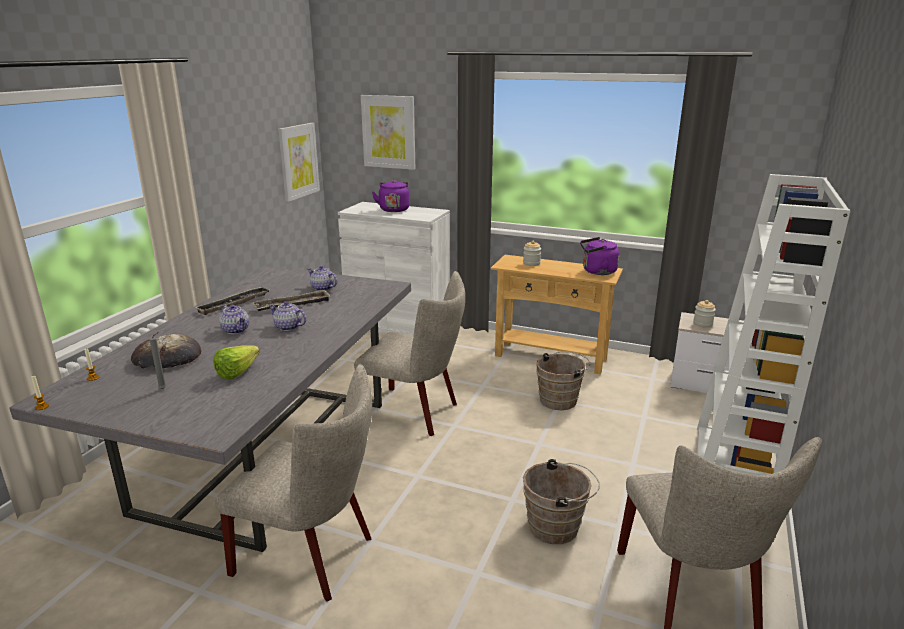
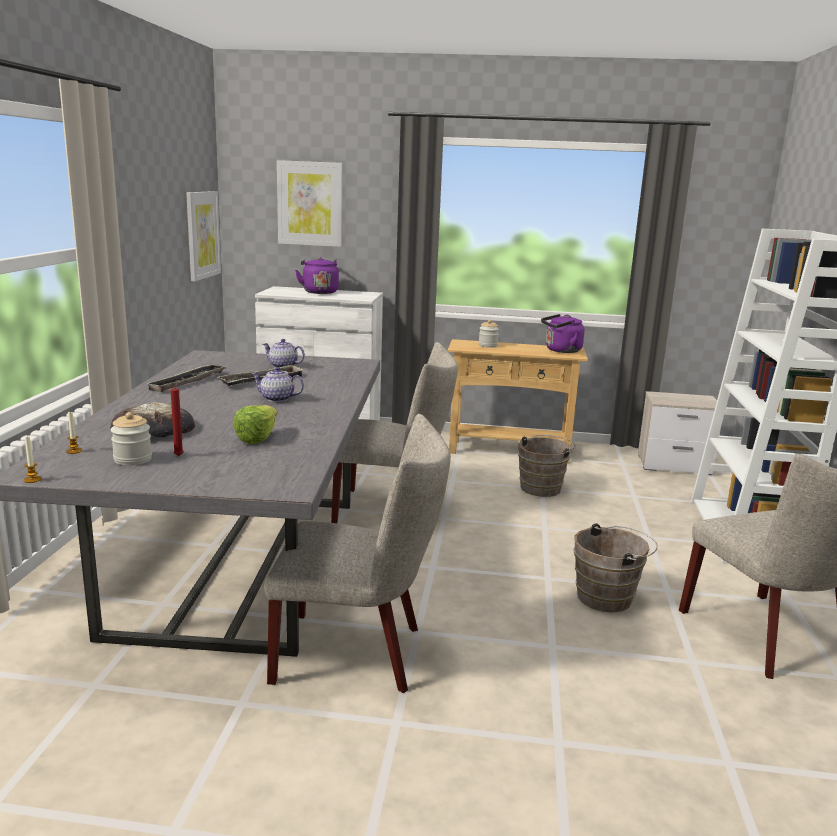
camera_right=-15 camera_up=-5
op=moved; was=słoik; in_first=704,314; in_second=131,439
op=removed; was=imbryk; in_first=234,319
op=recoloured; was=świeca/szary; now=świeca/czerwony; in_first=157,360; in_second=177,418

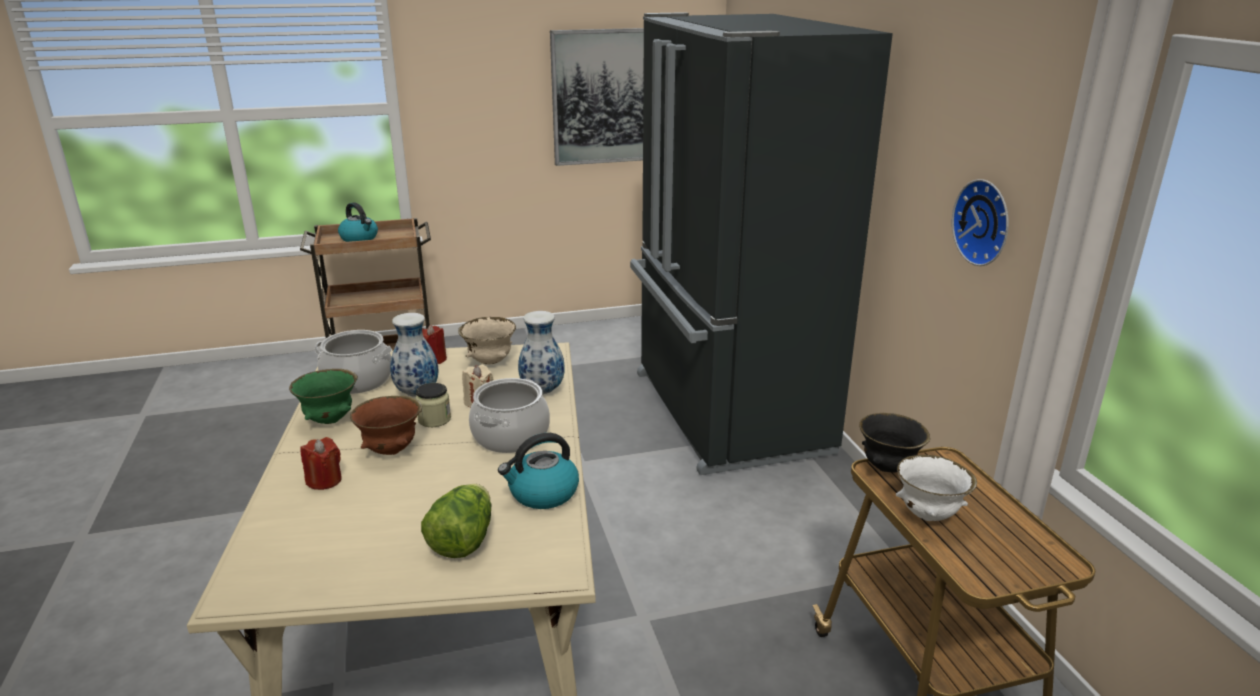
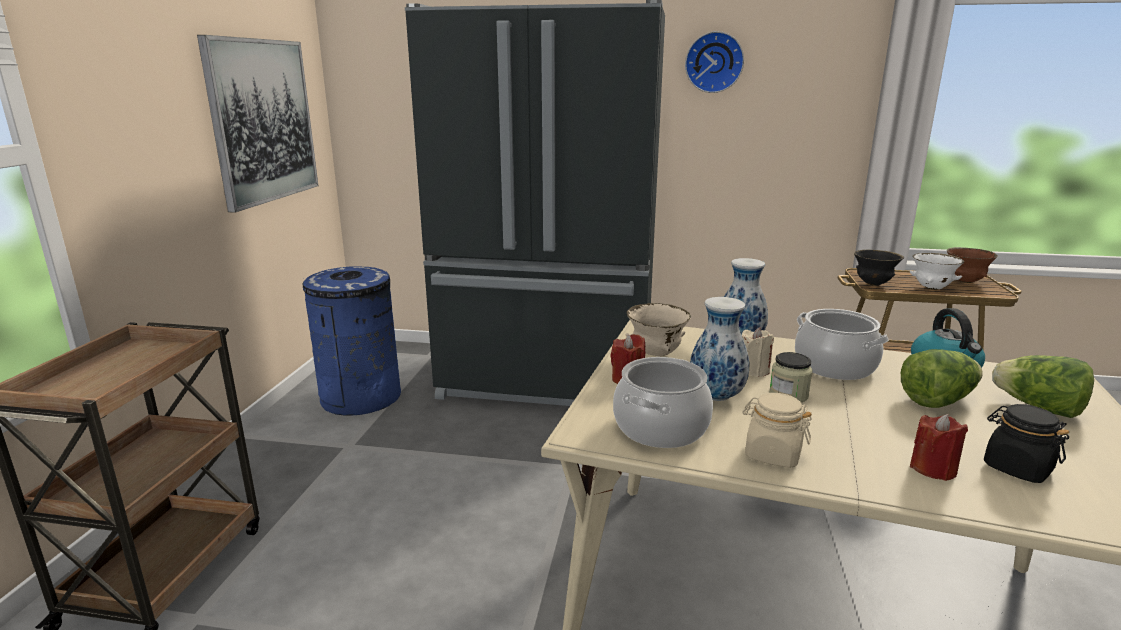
camera_right=-65 camera_up=-5
op=moved; was=zegar ścienny; in_first=980,222; in_second=714,62
op=removed; was=czajnik; in_first=358,222
op=replaced; was=miska/zielony; now=słoik/beżowy; in_first=323,396; in_second=777,430
op=moved; was=miska/brązowy; in_first=386,425; in_second=972,265
op=added; now=kosz na śmieci/niebieski; in_second=352,341
op=added; now=sałata; in_second=942,378
op=added; now=słoik/czarny; in_second=1026,443

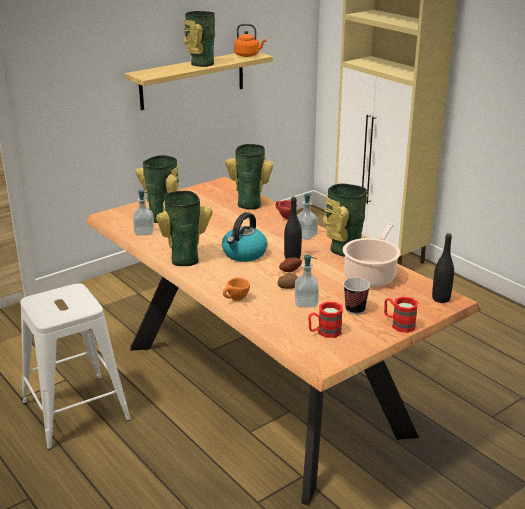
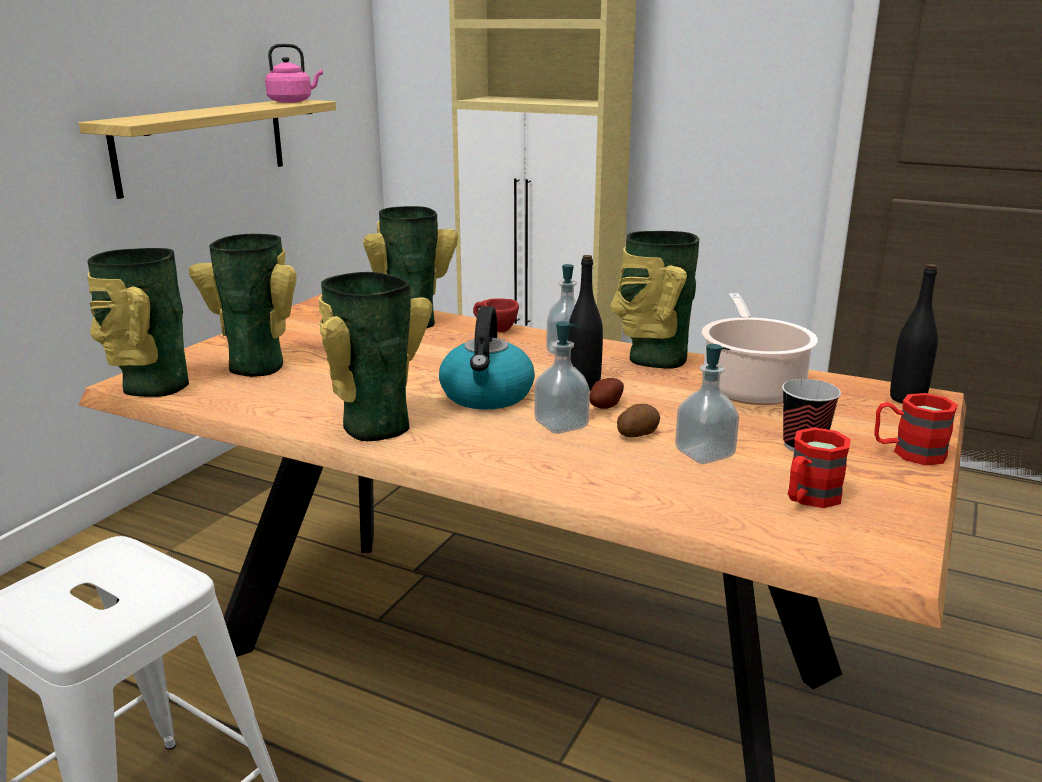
camera_right=-25 camera_up=-5
op=moved; was=wazon; in_first=199,39; in_second=138,322
op=recoloured; was=czajnik/pomarańczowy; now=czajnik/różowy; in_first=250,40; in_second=294,73
op=moved; was=dozownik mydła; in_first=143,213; in_second=562,378
op=removed; was=filiżanka/pomarańczowy; in_first=236,289

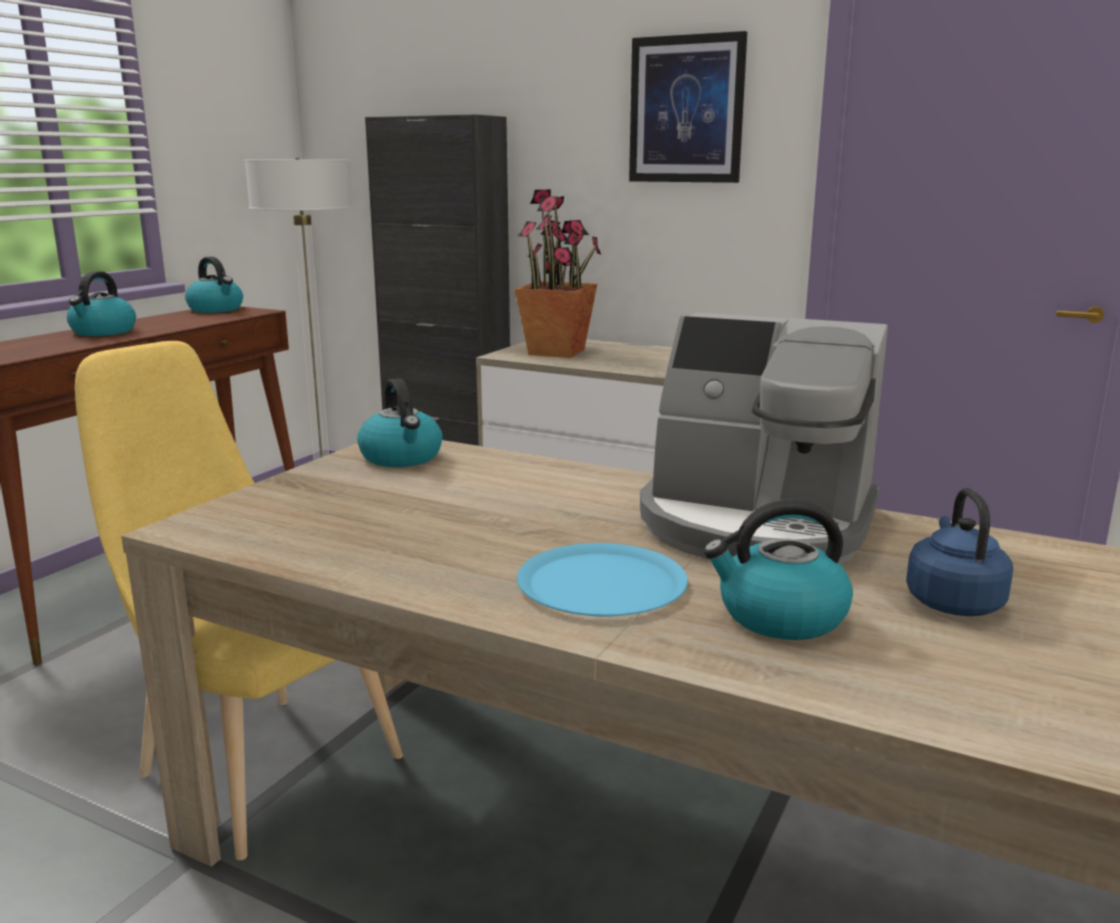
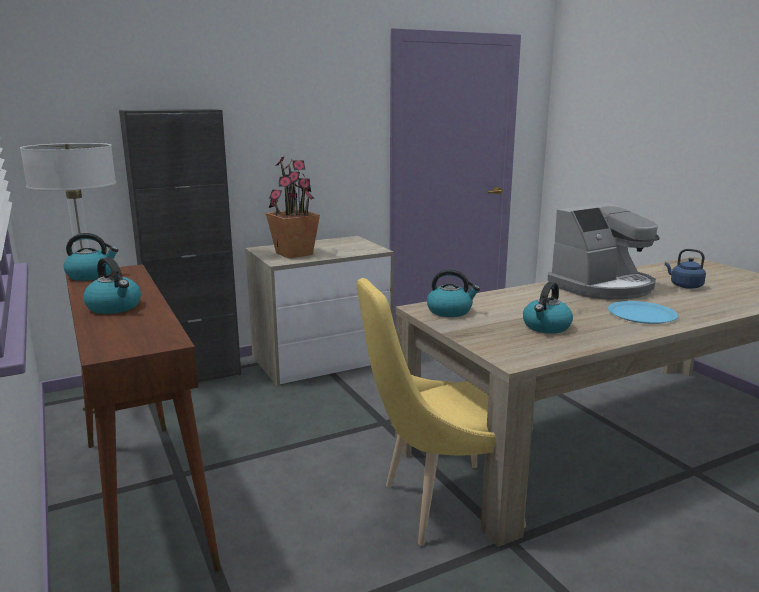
camera_right=-55 camera_up=0
op=removed; was=obraz; in_first=688,107
op=moved; was=czajnik; in_first=778,570; in_second=548,308

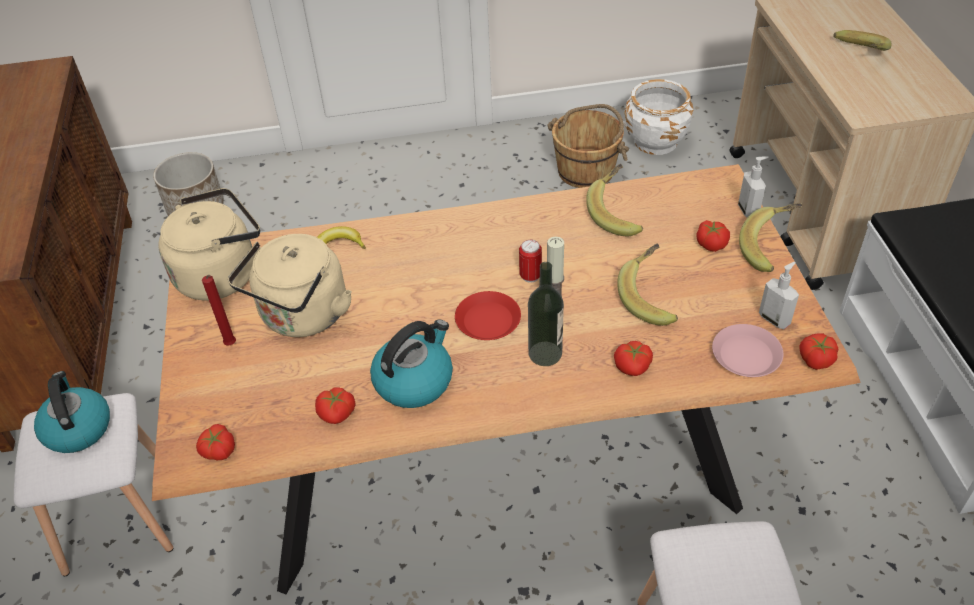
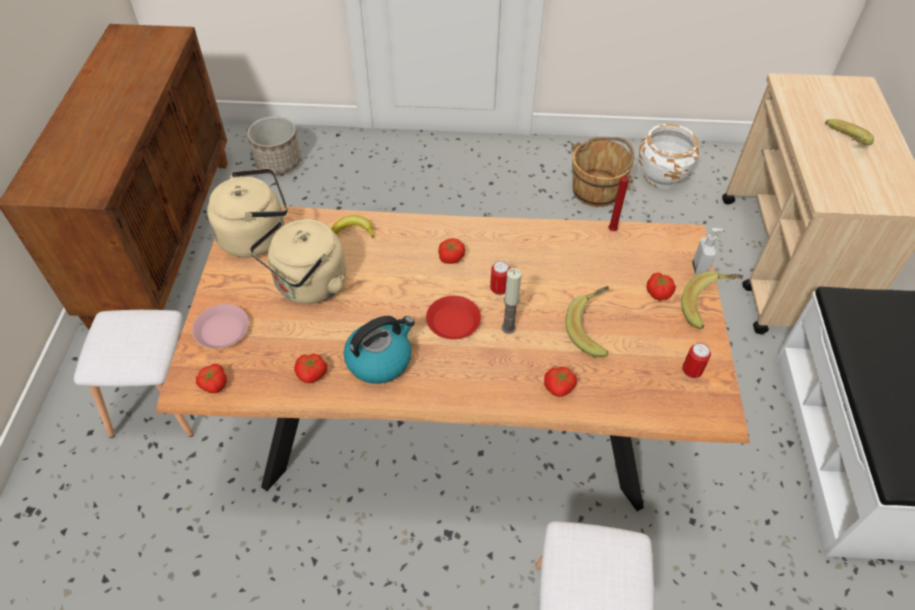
camera_right=10 camera_up=5
op=removed; was=banan; in_first=614,200
op=removed; was=butelka; in_first=546,314
op=replaced; was=dozownik mydła; now=puszka; in_first=779,295; in_second=696,360
op=moved; was=świeca/czerwony; in_first=219,310; in_second=620,203
op=moved; was=talerz/różowy; in_first=748,350; in_second=220,326
op=moved; was=pomidor; in_first=818,351; in_second=451,251
op=removed; was=czajnik; in_first=72,412

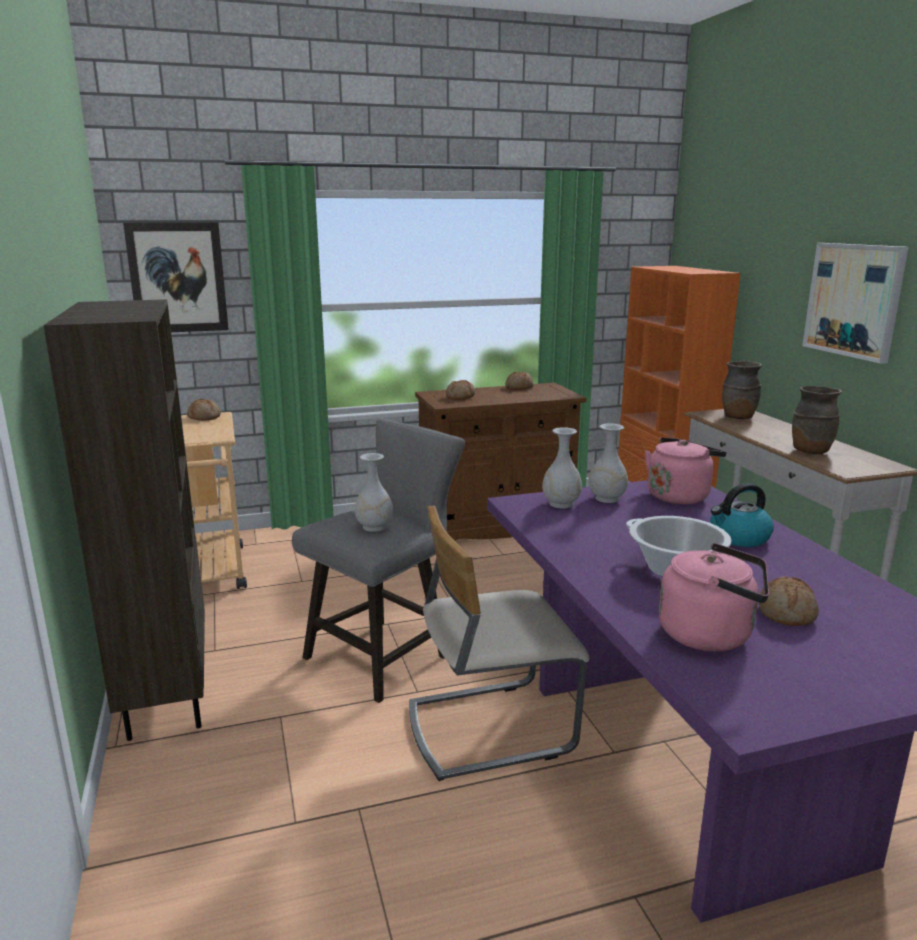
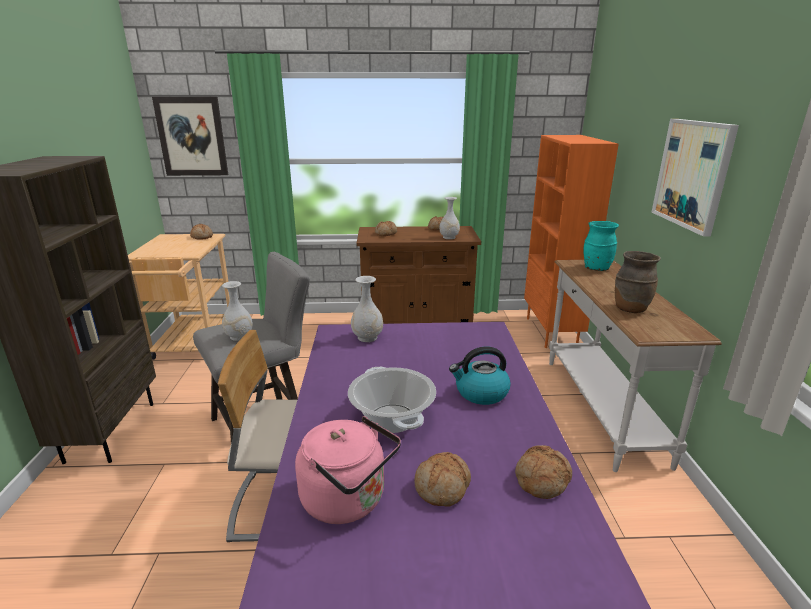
camera_right=15 camera_up=5
op=recoloured; was=wazon/brązowy; now=wazon/turkusowy; in_first=742,390; in_second=601,246
op=moved; was=wazon/biały; in_first=608,463; in_second=449,218
op=removed; was=czajnik/różowy; in_first=685,470
op=added; now=chleb; in_second=543,472

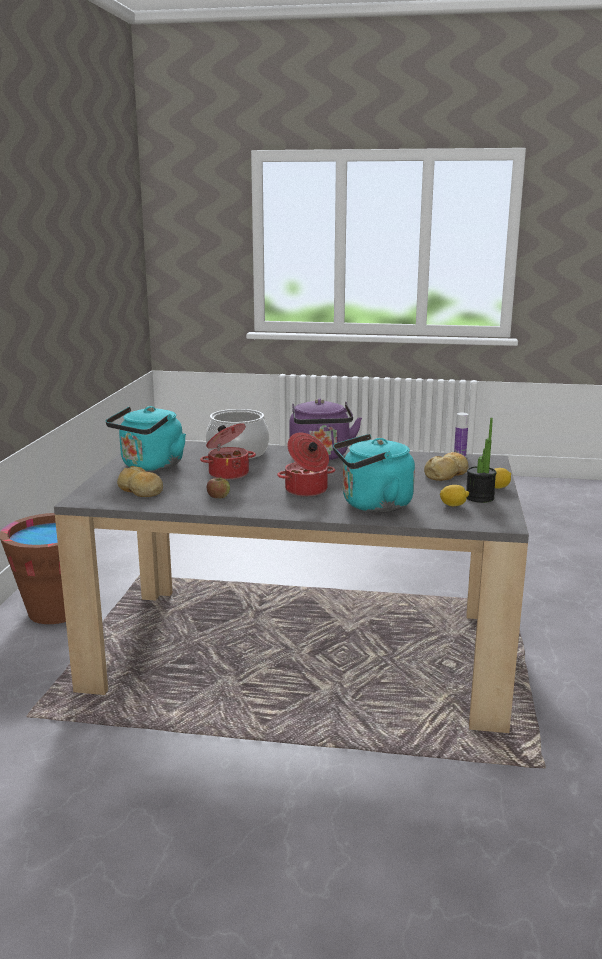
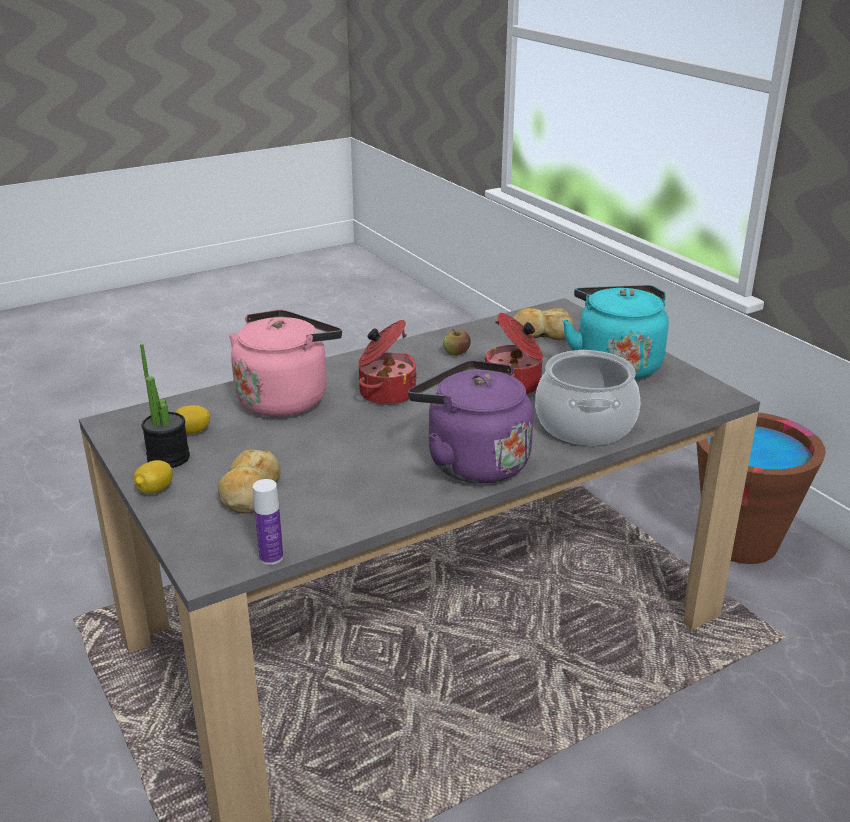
camera_right=140 camera_up=10
op=recoloured; was=czajnik/turkusowy; now=czajnik/różowy; in_first=374,473; in_second=285,363

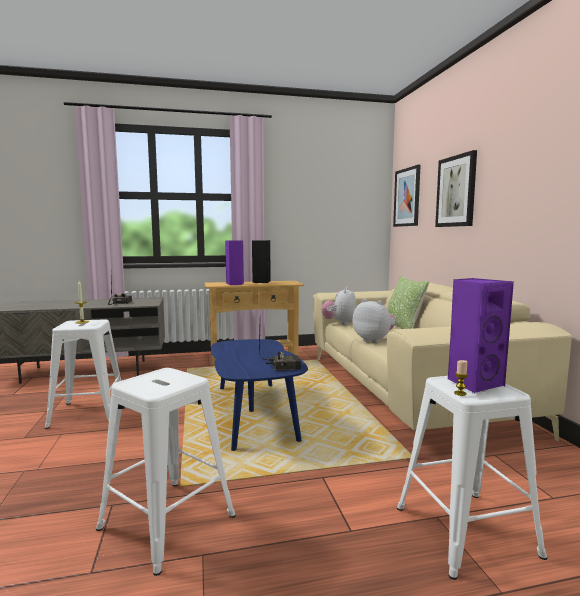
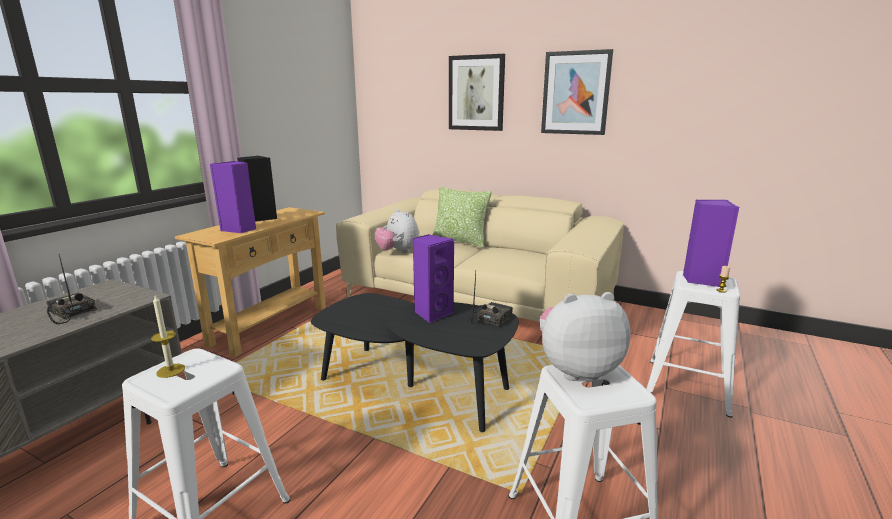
camera_right=-50 camera_up=10
op=moved; was=obraz; in_first=407,196; in_second=577,92
op=moved; was=pluszak; in_first=374,321; in_second=585,336
op=recoloured; was=ława/niebieski; now=ława/czarny; in_first=259,395; in_second=415,362
op=added; now=głośnik/fioletowy; in_second=433,278

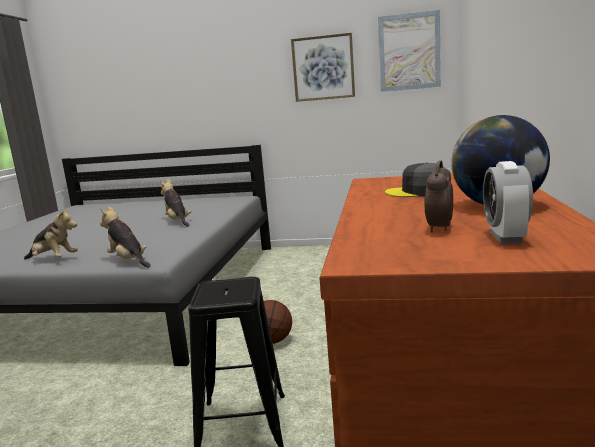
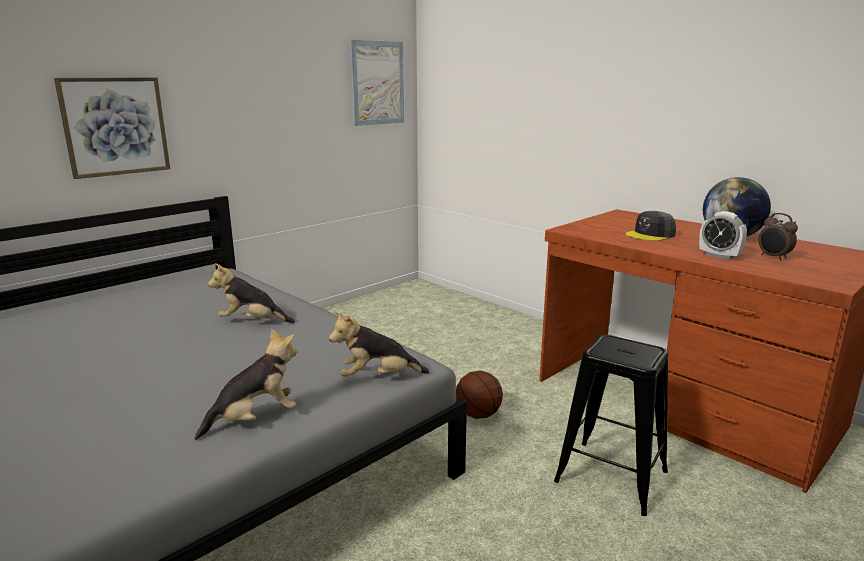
camera_right=-55 camera_up=5
op=moved; was=obraz; in_first=323,67; in_second=112,128
op=moved; was=budzik; in_first=508,202; in_second=723,235

